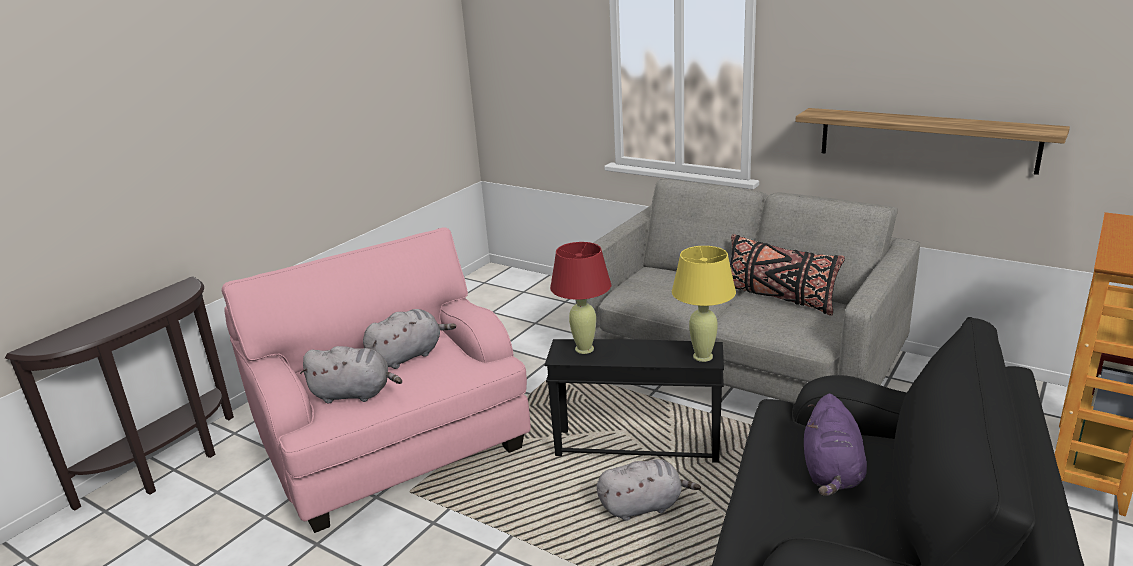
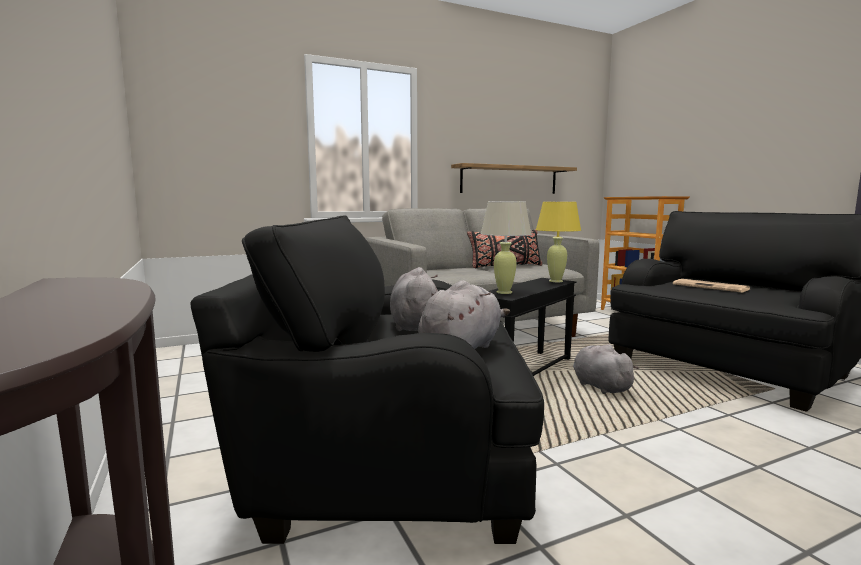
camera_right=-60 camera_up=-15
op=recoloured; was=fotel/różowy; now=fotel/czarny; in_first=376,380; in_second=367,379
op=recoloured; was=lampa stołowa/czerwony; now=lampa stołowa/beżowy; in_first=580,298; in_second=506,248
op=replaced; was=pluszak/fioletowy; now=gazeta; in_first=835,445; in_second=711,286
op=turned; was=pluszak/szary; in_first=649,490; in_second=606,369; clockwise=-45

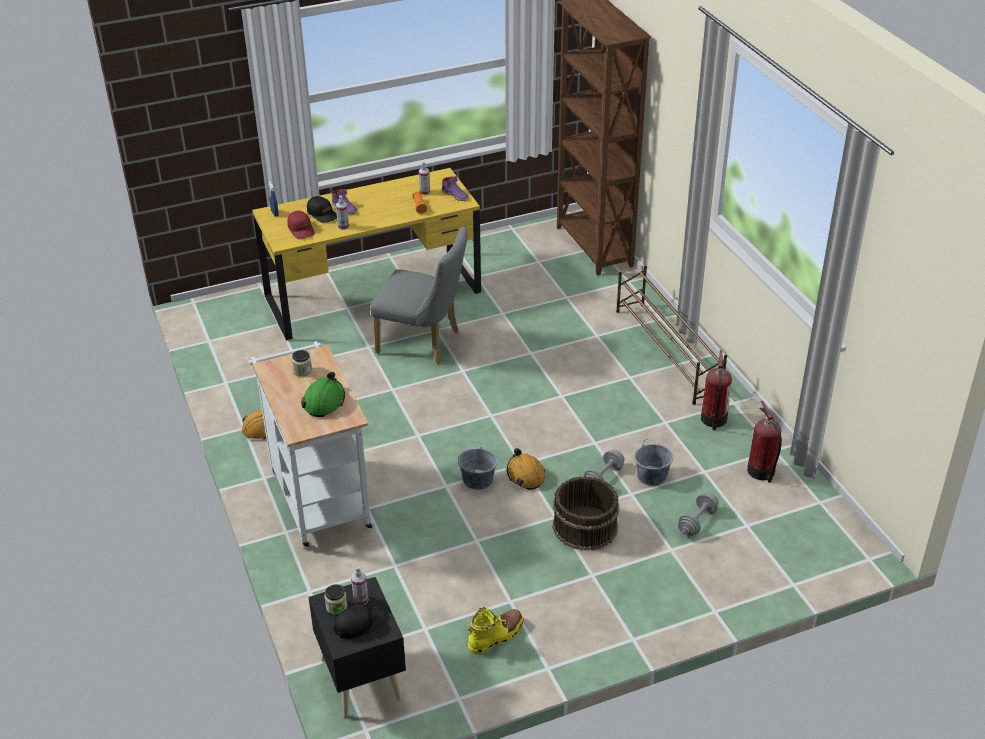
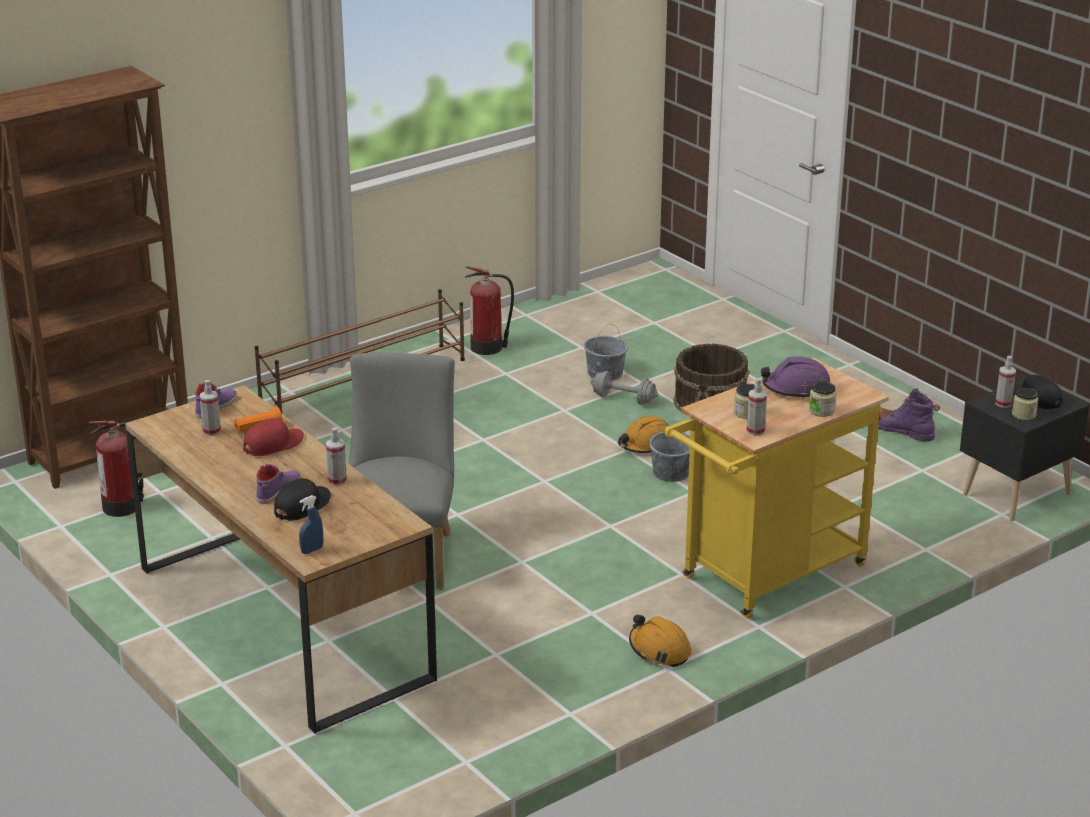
camera_right=-105 camera_up=-10
op=recoloured; was=biurko/żółty; now=biurko/brązowy; in_first=366,254; in_second=281,559
op=moved; was=czapka z daszkiem/czerwony; in_first=301,225; in_second=273,437
op=recoloured; was=wózek/biały; now=wózek/żółty; in_first=311,444; in_second=777,488
op=recoloured; was=kask/zielony; now=kask/fioletowy; in_first=323,394; in_second=795,378
op=moved; was=gaśnica; in_first=764,442; in_second=116,468
op=removed; was=hantel/szary; in_first=698,514
op=recoloured; was=but z cholewką/żółty; now=but z cholewką/fioletowy; in_first=496,631; in_second=909,415
op=added; now=spryskiwacz; in_second=757,407
op=added; now=słoik; in_second=822,399

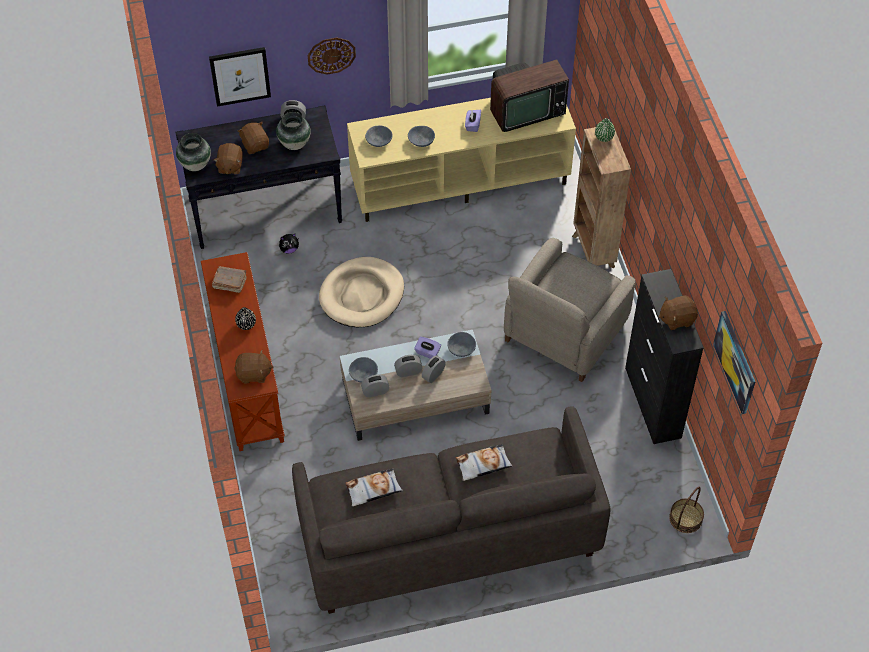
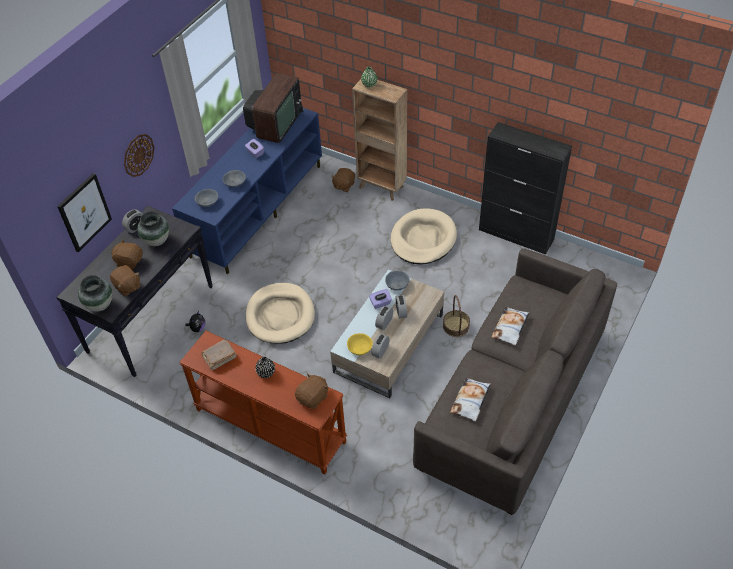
camera_right=-45 camera_up=-5
op=recoloured; was=szafka pod telewizor/beżowy; now=szafka pod telewizor/niebieski; in_first=461,160; in_second=247,191
op=replaced; was=fotel/beżowy; now=legowisko/beżowy; in_first=569,310; in_second=424,236
op=moved; was=pluszak/brązowy; in_first=678,313; in_second=343,180
op=removed; was=obraz; in_first=734,362
op=recoloured; was=miska/szary; now=miska/żółty; in_first=363,370; in_second=360,344
op=moved; was=koszyk; in_first=686,510; in_second=456,316

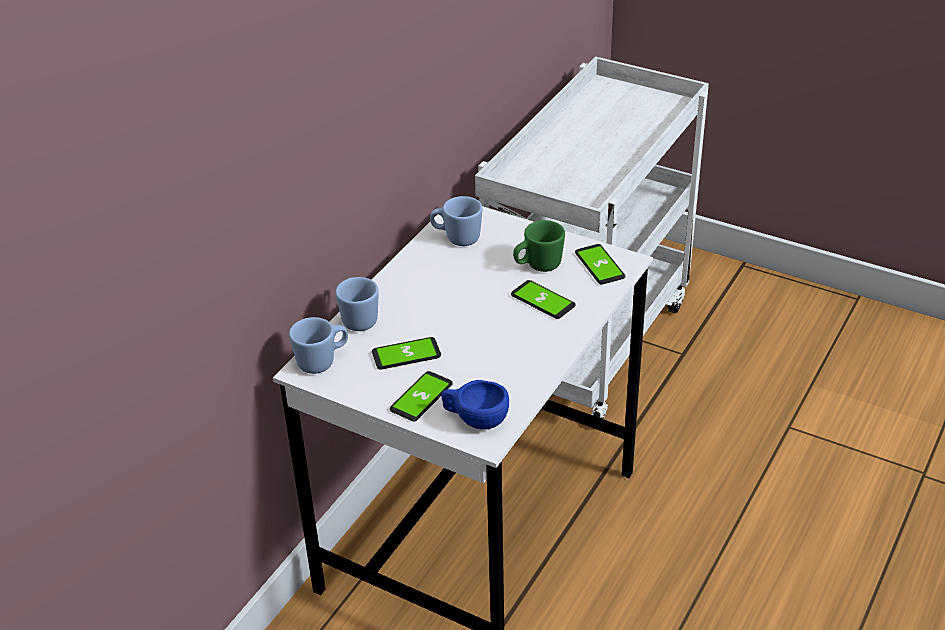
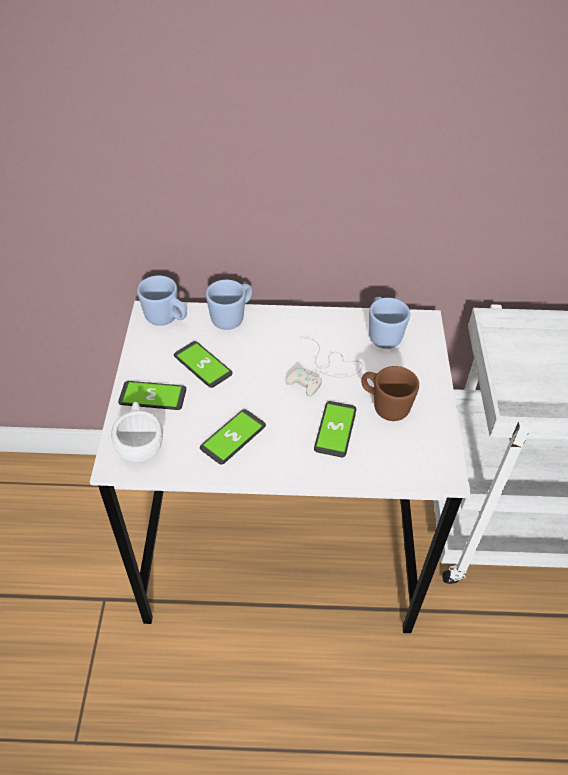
camera_right=60 camera_up=10
op=recoloured; was=kubek/zielony; now=kubek/brązowy; in_first=539,246; in_second=390,393
op=moved; was=telefon; in_first=600,264; in_second=233,436
op=recoloured; was=filiżanka/niebieski; now=filiżanka/biały; in_first=475,405; in_second=137,432
op=added; now=pad do gier/biały; in_second=324,367

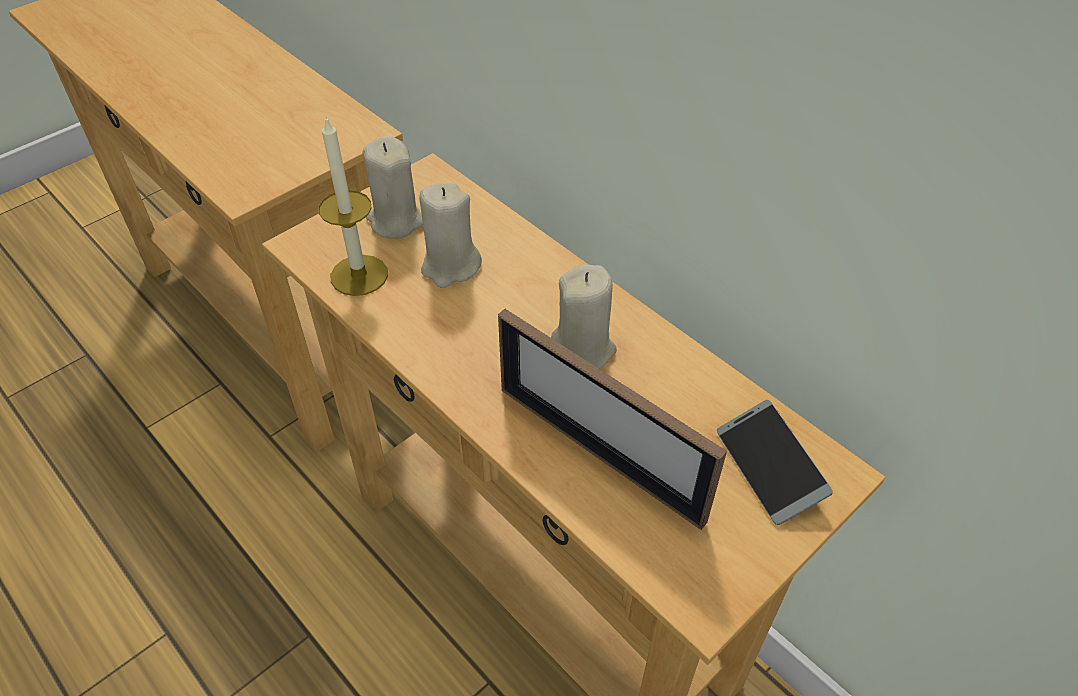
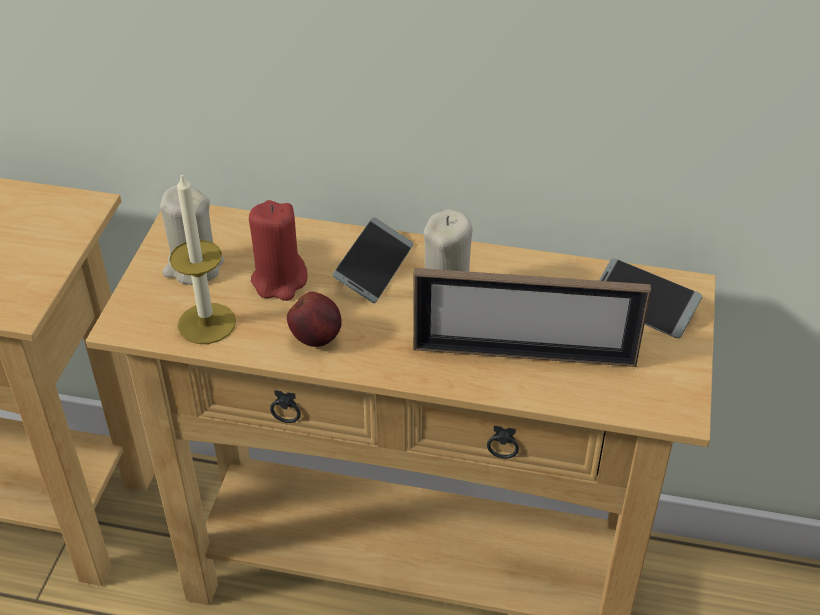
camera_right=-35 camera_up=-5
op=recoloured; was=świeca/beżowy; now=świeca/czerwony; in_first=450,235; in_second=278,250
op=added; now=telefon; in_second=373,260
op=added; now=jabłko; in_second=314,319

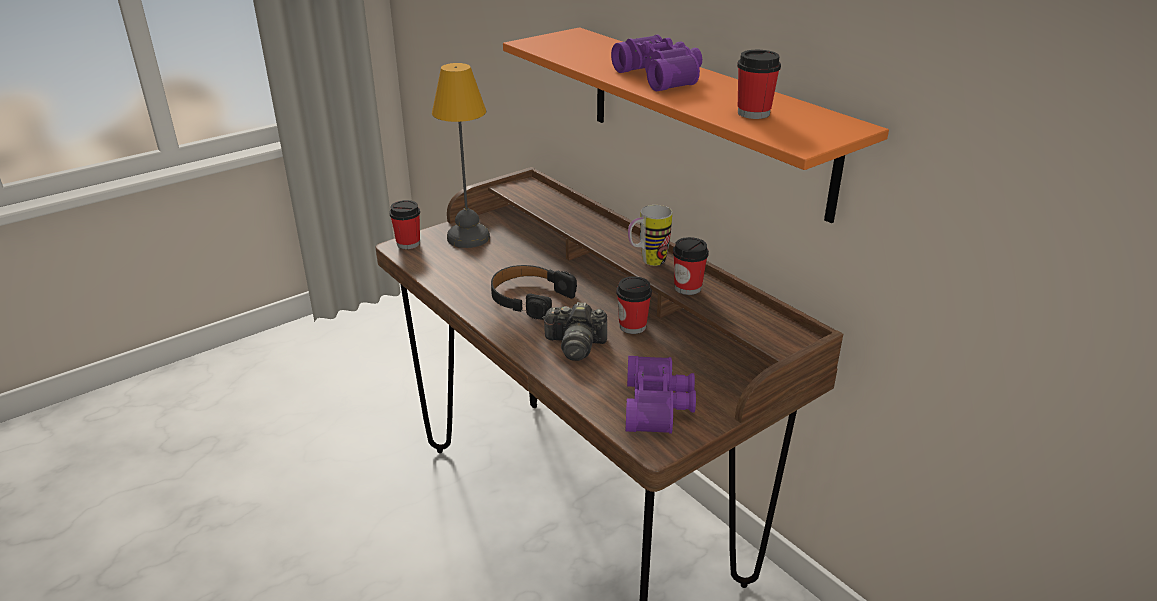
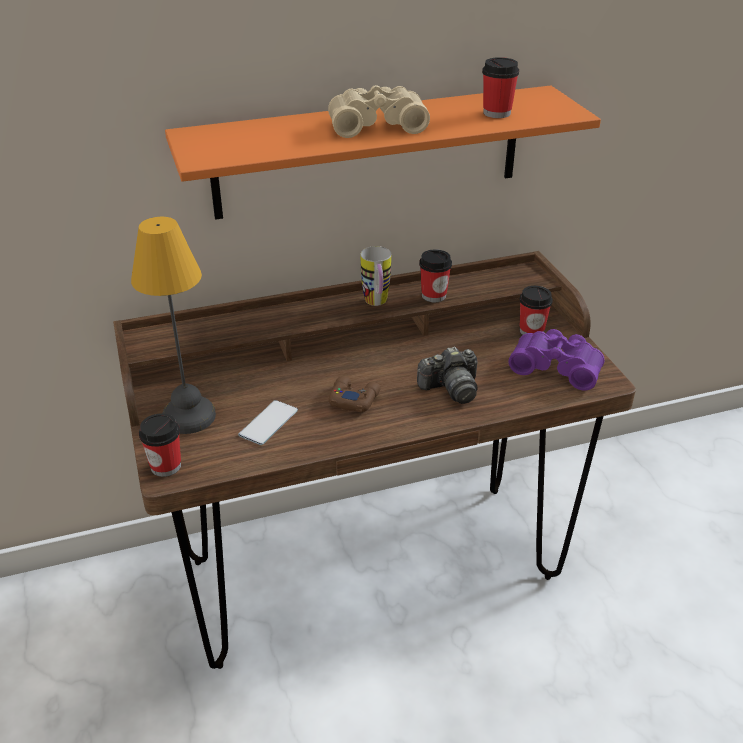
camera_right=-70 camera_up=5
op=recoloured; was=lornetka/fioletowy; now=lornetka/beżowy; in_first=656,63; in_second=379,111
op=replaced; was=słuchawki/czarny; now=pad do gier/brązowy; in_first=534,292; in_second=355,394
op=moved; was=filiżanka; in_first=634,305; in_second=536,310
op=turned; was=aparat fotograficzny; in_first=574,331; in_second=447,375; clockwise=45
op=added; now=telefon; in_second=268,422

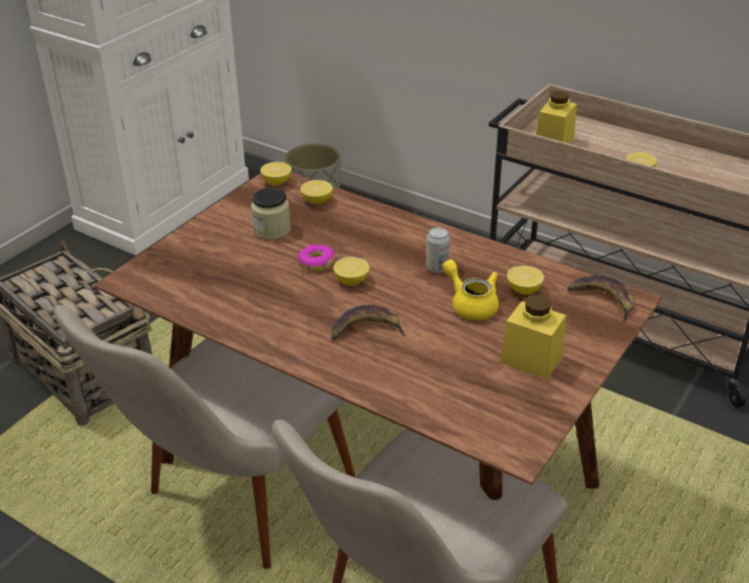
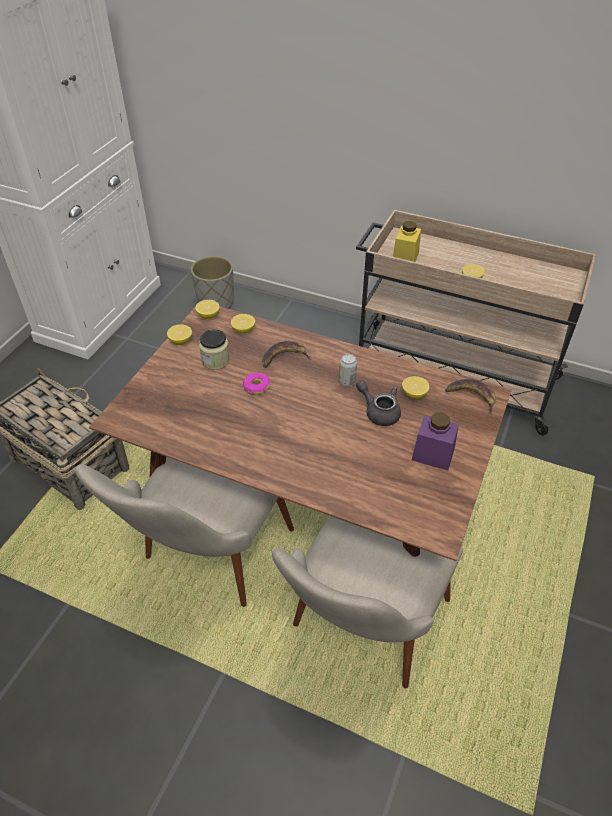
camera_right=-10 camera_up=10
op=moved; was=cytryna; in_first=351,271; in_second=179,334
op=recoloured; was=imbryk/żółty; now=imbryk/szary; in_first=470,289; in_second=378,403
op=recoloured; was=słoik/żółty; now=słoik/fioletowy; in_first=533,337; in_second=435,442
op=moved; was=banan; in_first=368,322; in_second=287,354

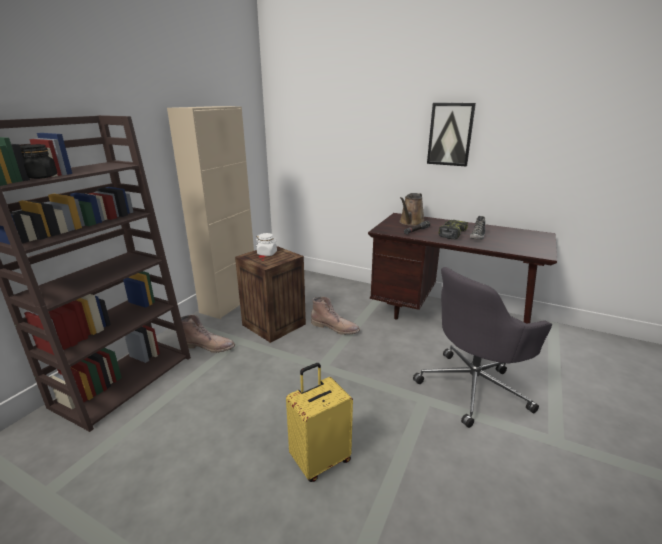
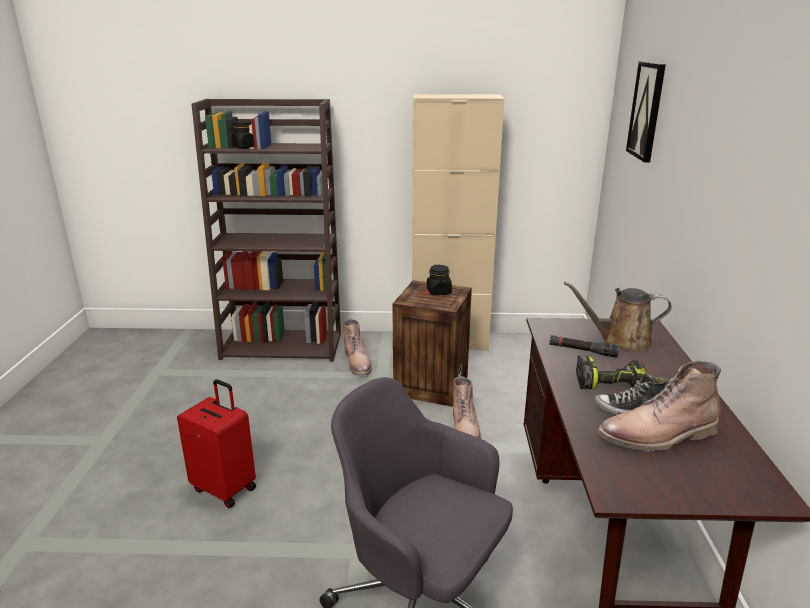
camera_right=65 camera_up=0
op=moved; was=obraz; in_first=451,135; in_second=646,111
op=recoloured; was=słoik/biały; now=słoik/czarny; in_first=266,244; in_second=439,280
op=recoloured; was=walizka/żółty; now=walizka/czerwony; in_first=319,422; in_second=216,443
op=added; now=but z cholewką/brązowy; in_second=659,406

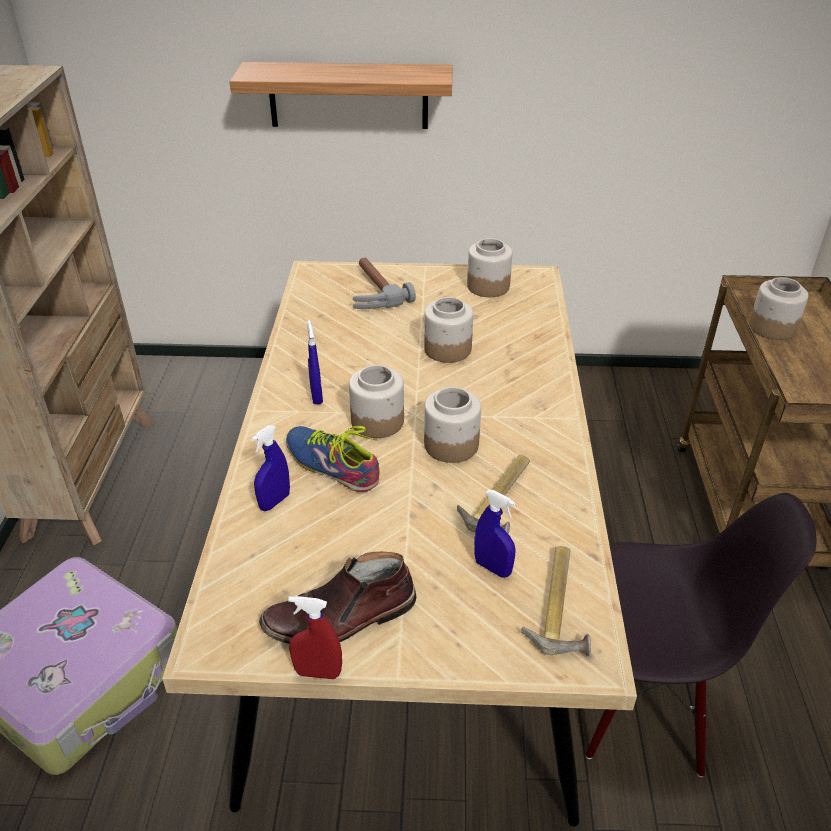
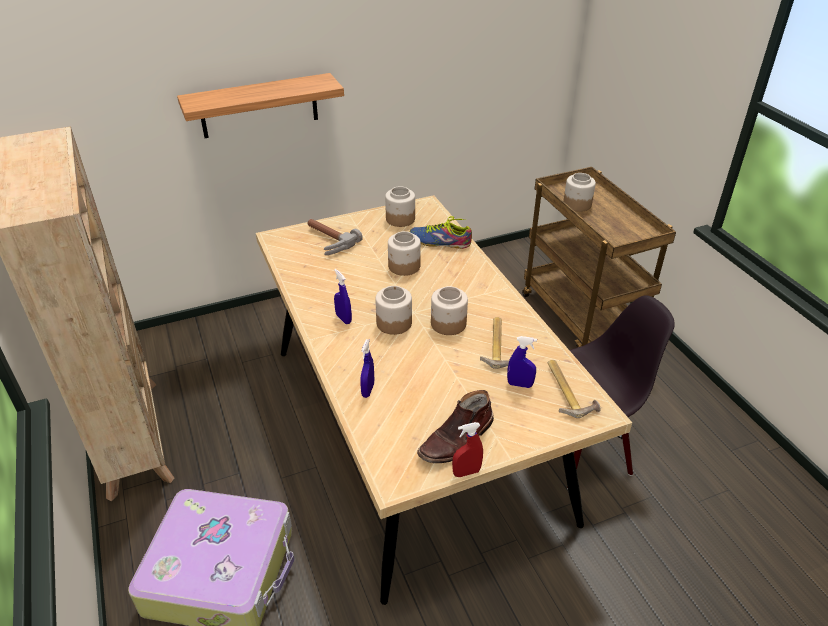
camera_right=-25 camera_up=0
op=moved; was=but; in_first=333,459; in_second=440,232

